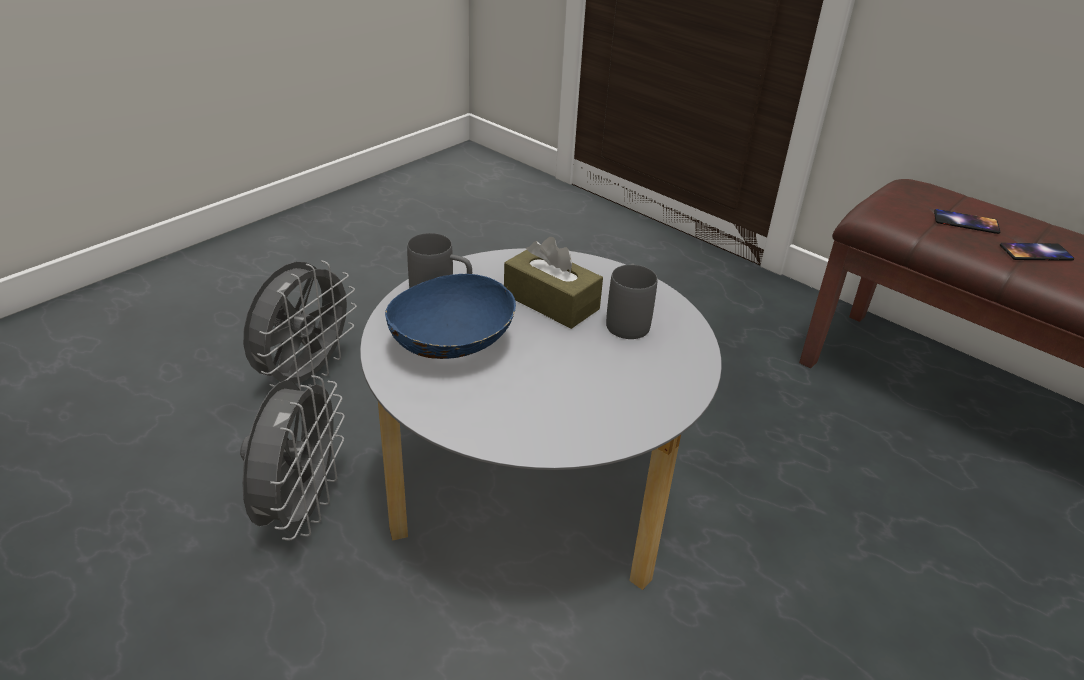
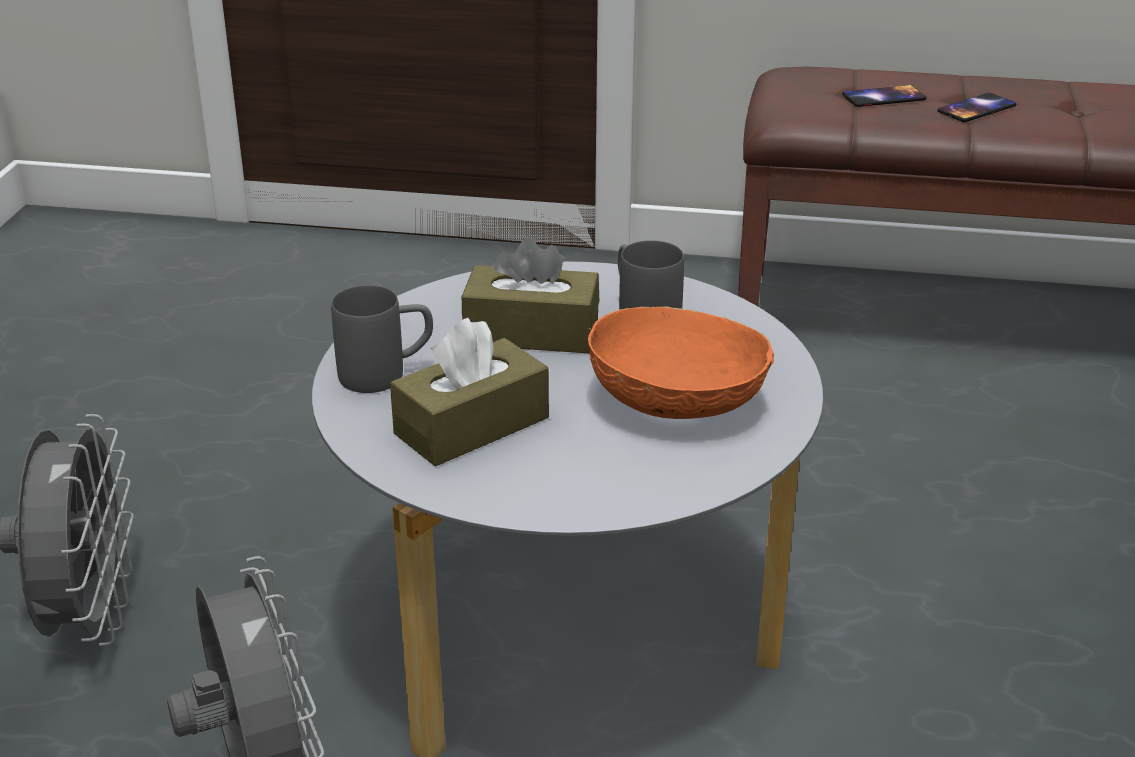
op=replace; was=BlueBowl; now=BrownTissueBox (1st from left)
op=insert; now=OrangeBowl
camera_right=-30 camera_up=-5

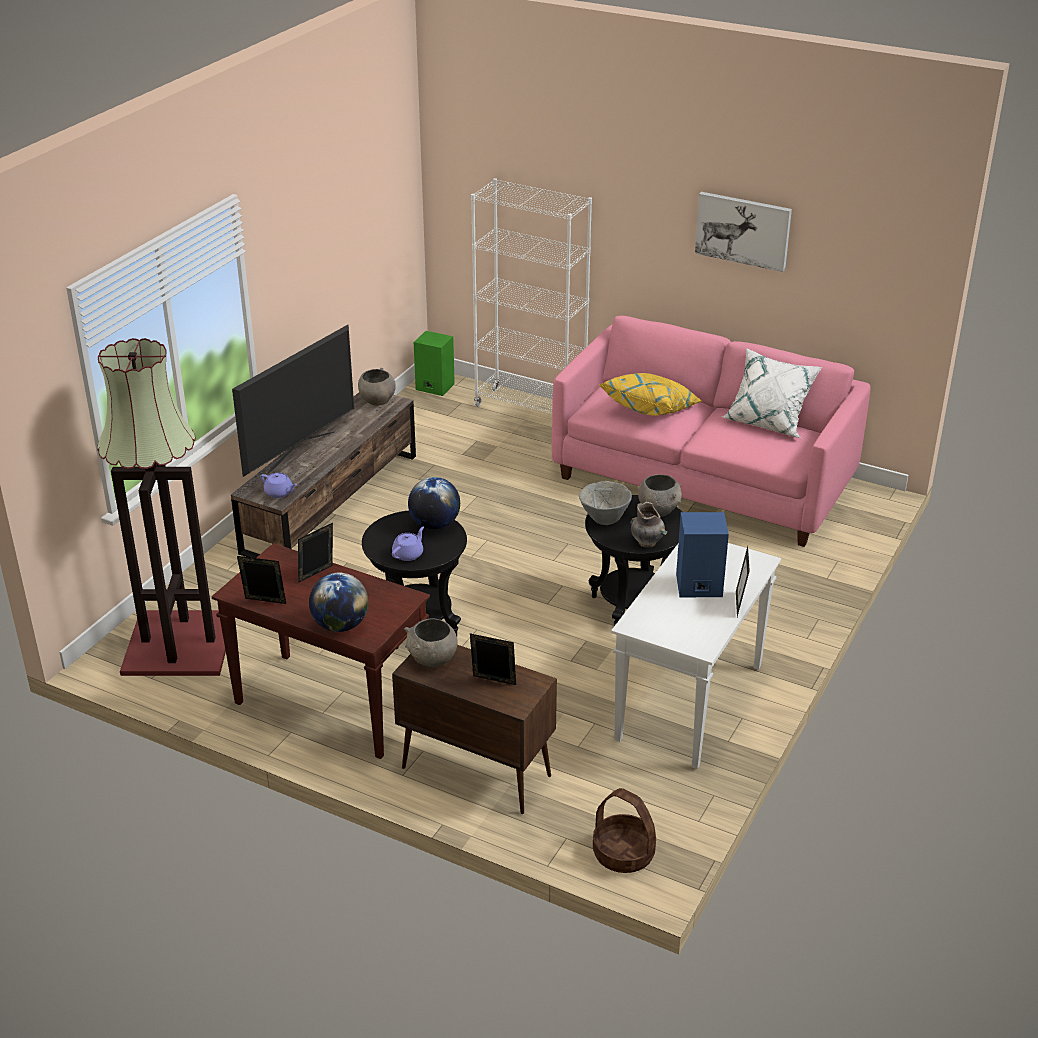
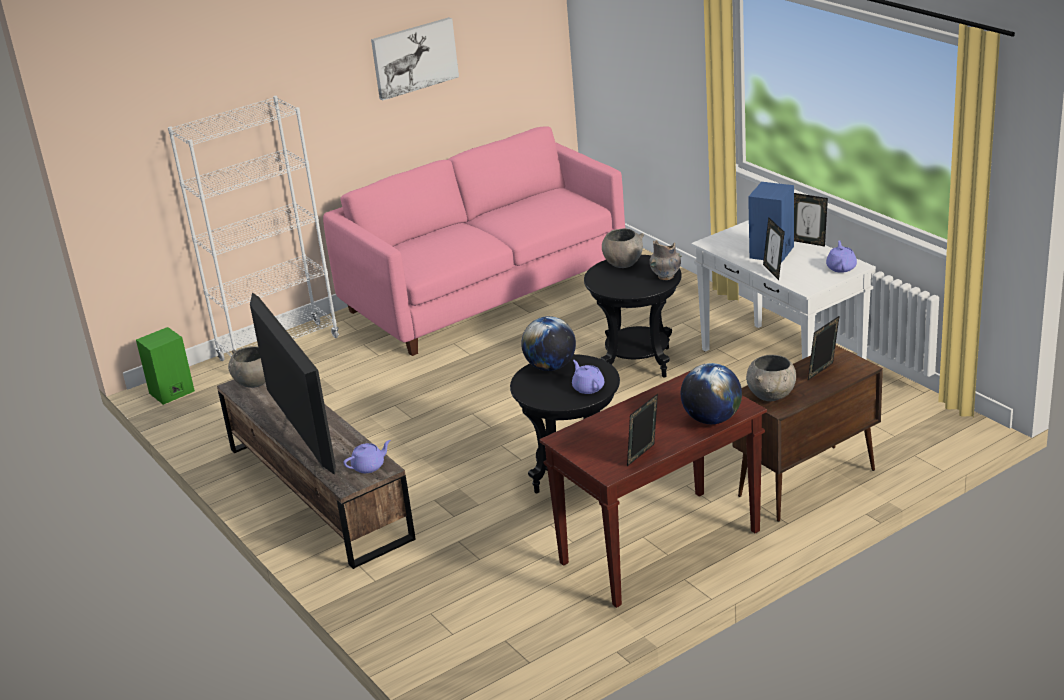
op=delete; was=FloorLamp
op=move; was=PictureFrame (2nd from left)
op=delete; was=GreyBowl (3rd from left)
op=delete; was=Basket
op=delete; was=YellowPillow
op=delete; was=WhitePillow
op=insert; now=PurpleTeapot (3rd from left)
camera_right=-60 camera_up=-5

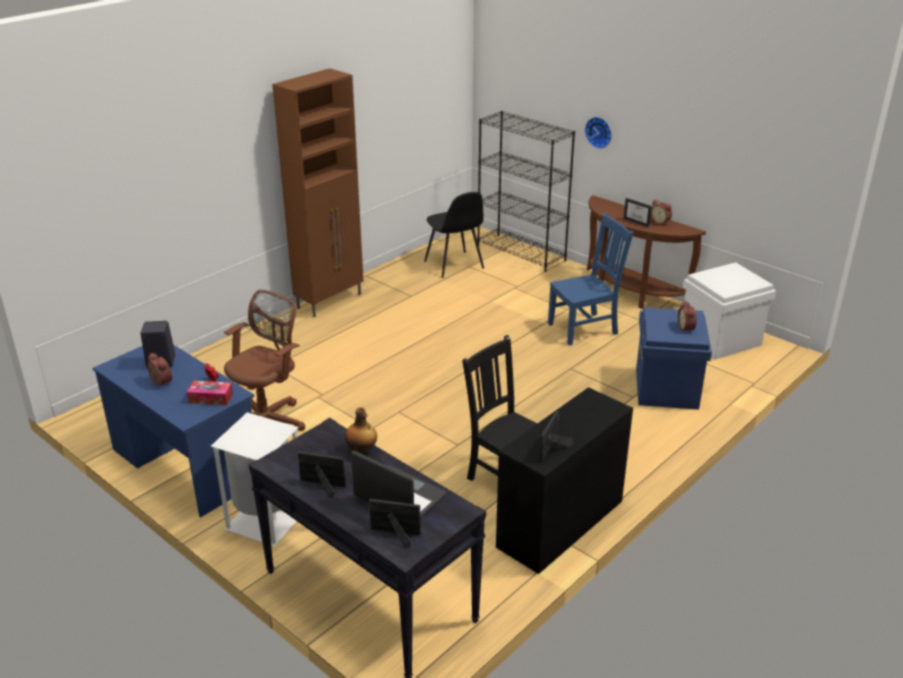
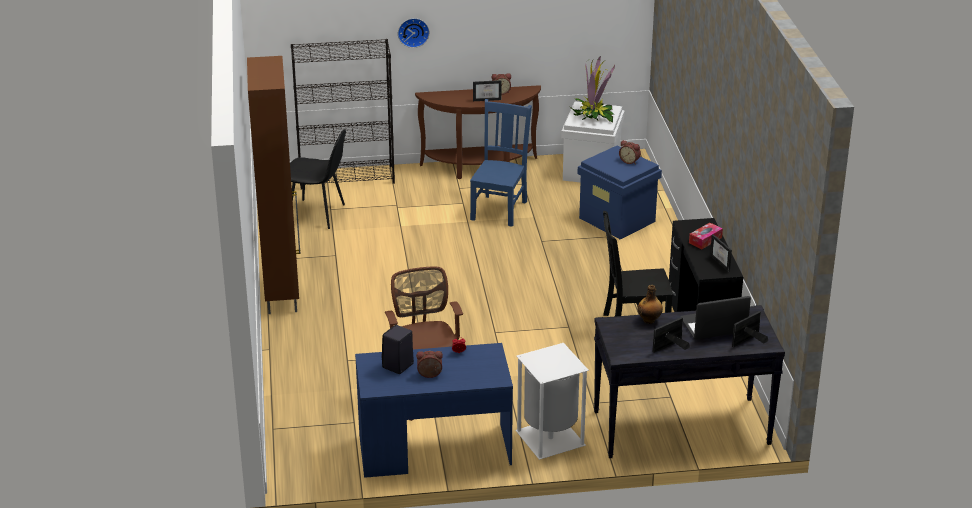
op=move; was=TissueBox
op=insert; now=PottedPlant
camera_right=-50 camera_up=0

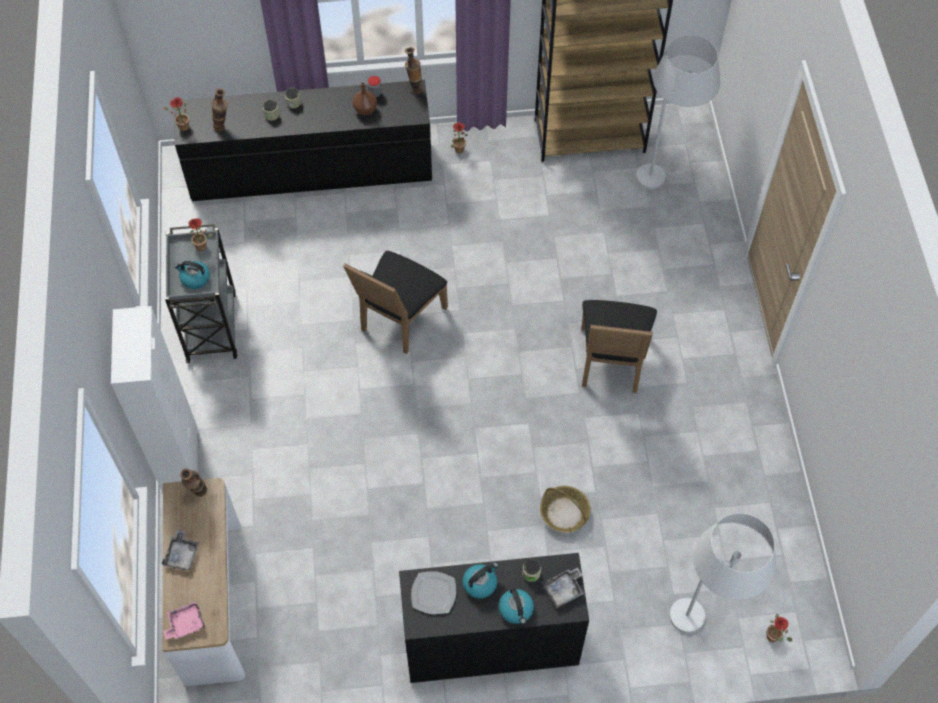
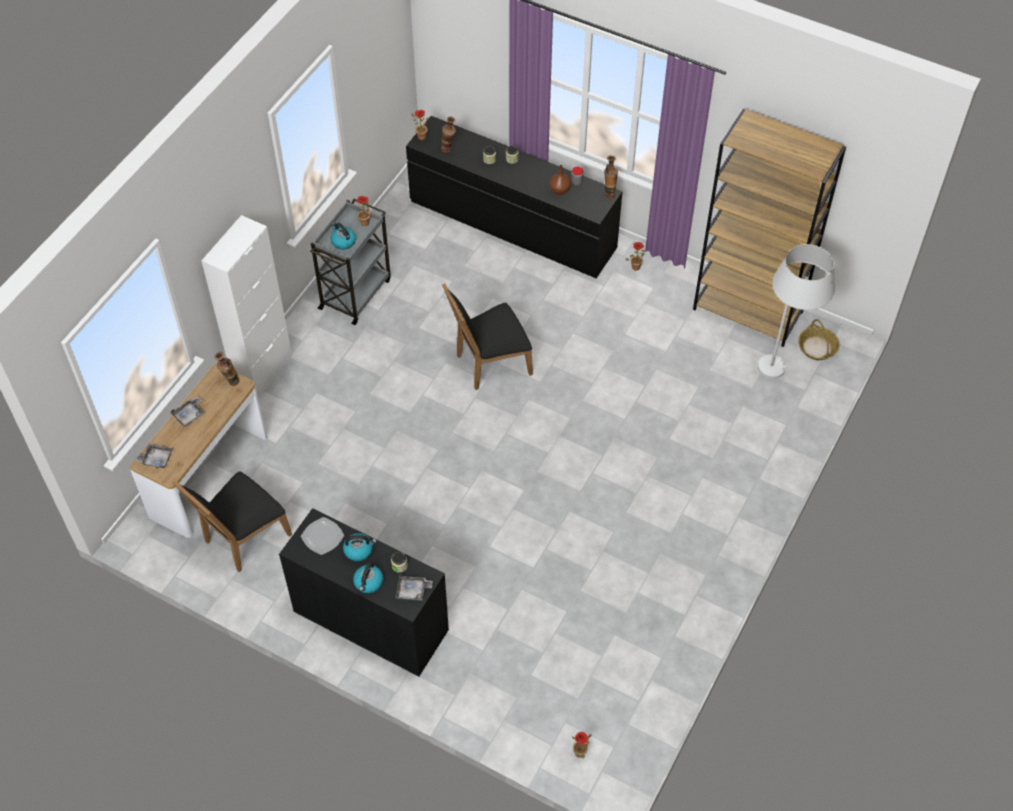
op=recolor; was=PinkTray; now=GreyTray (1st from left)
op=move; was=Basket
op=move; was=BlackChair (2nd from left in the first image); now=BlackChair (1st from left)
op=delete; was=WhiteFloorLamp (2nd from left)
camera_right=35 camera_up=-5

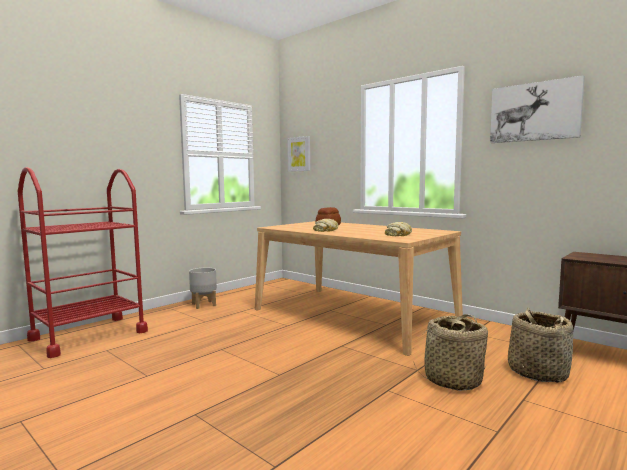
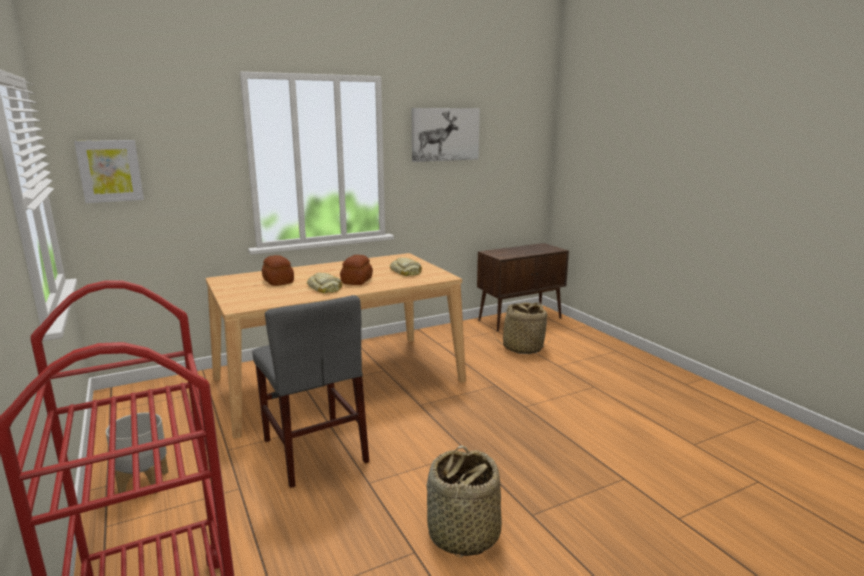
op=move; was=Basket (1st from left)
op=insert; now=GreyChair
op=insert; now=Bread (3rd from left)
camera_right=-70 camera_up=10

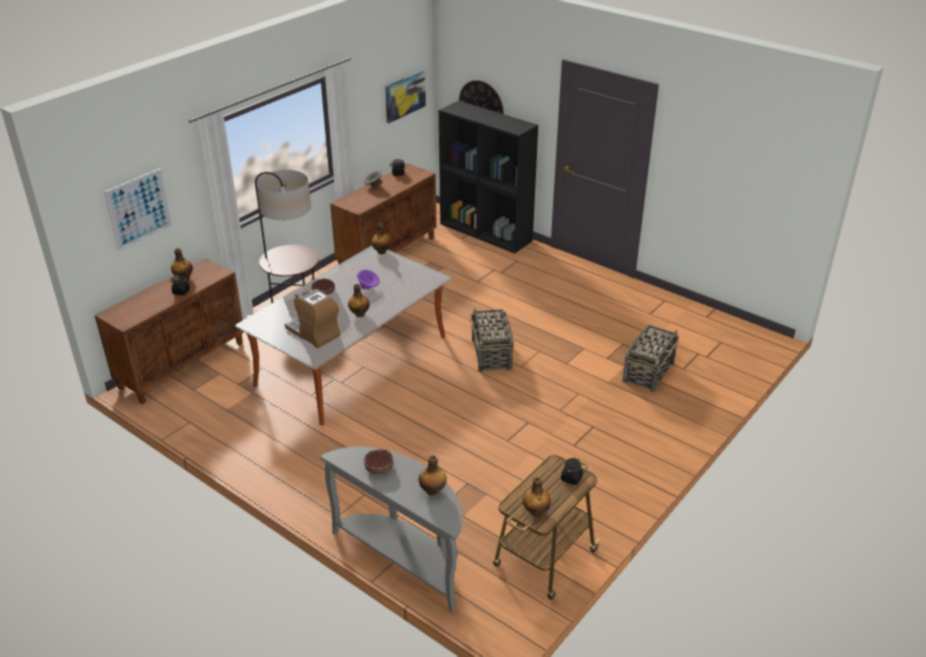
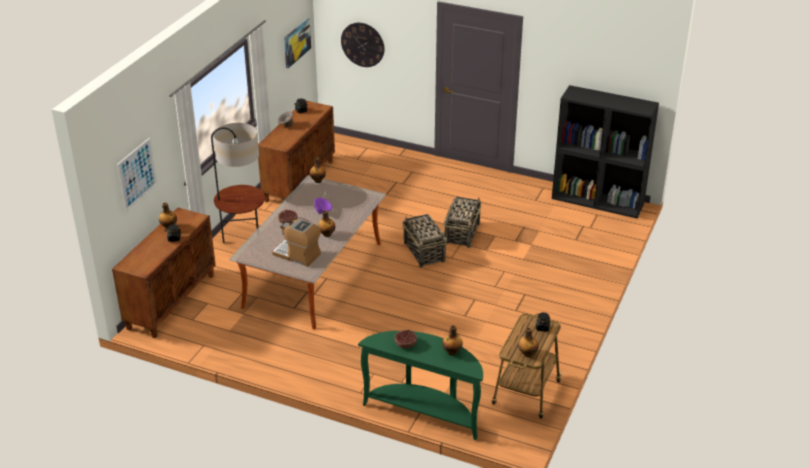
op=recolor; was=GreyConsoleTable; now=GreenConsoleTable
op=move; was=BlackBookcase
op=move; was=Basket (2nd from left)
camera_right=-15 camera_up=0

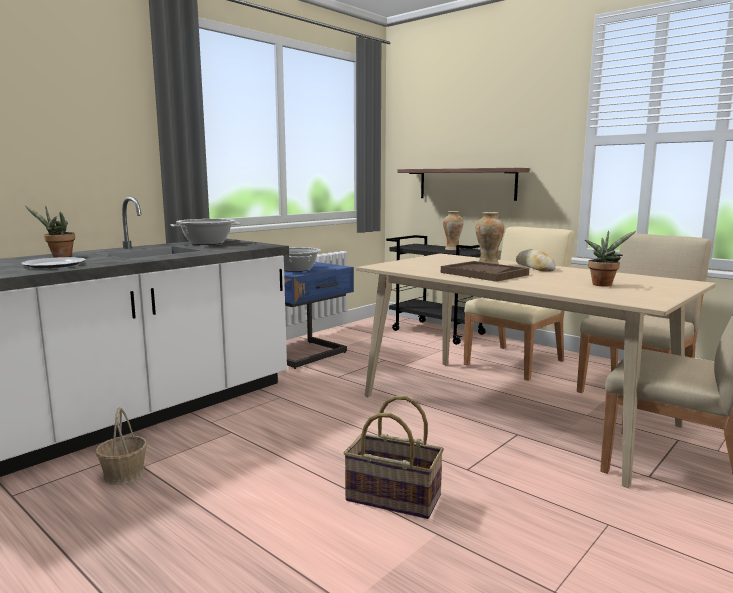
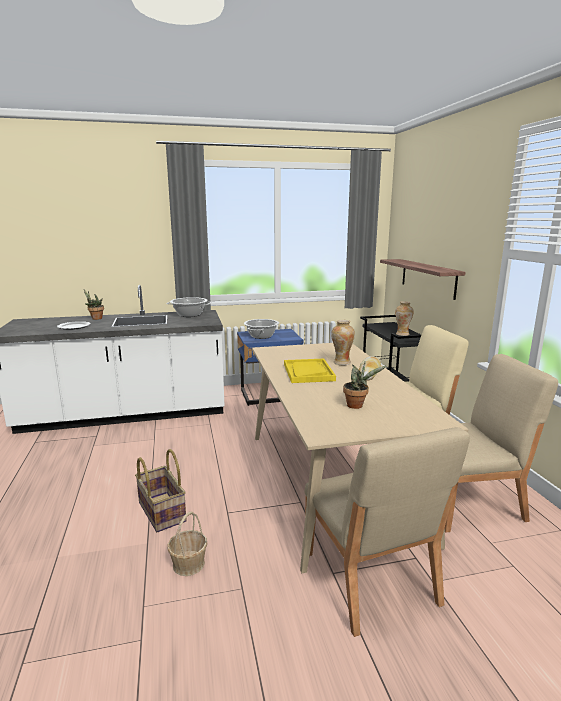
op=move; was=Basket (1st from left in the first image); now=Basket (2nd from left)
op=recolor; was=BrownTray; now=YellowTray
camera_right=35 camera_up=5

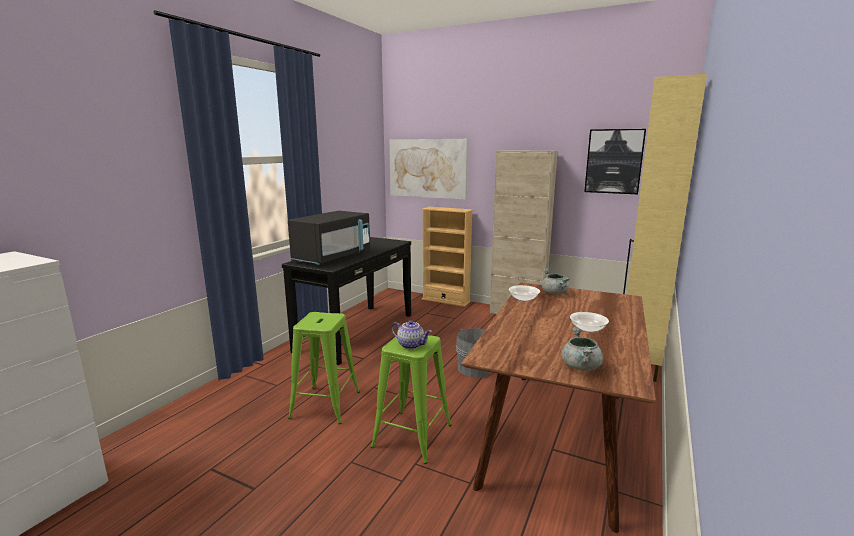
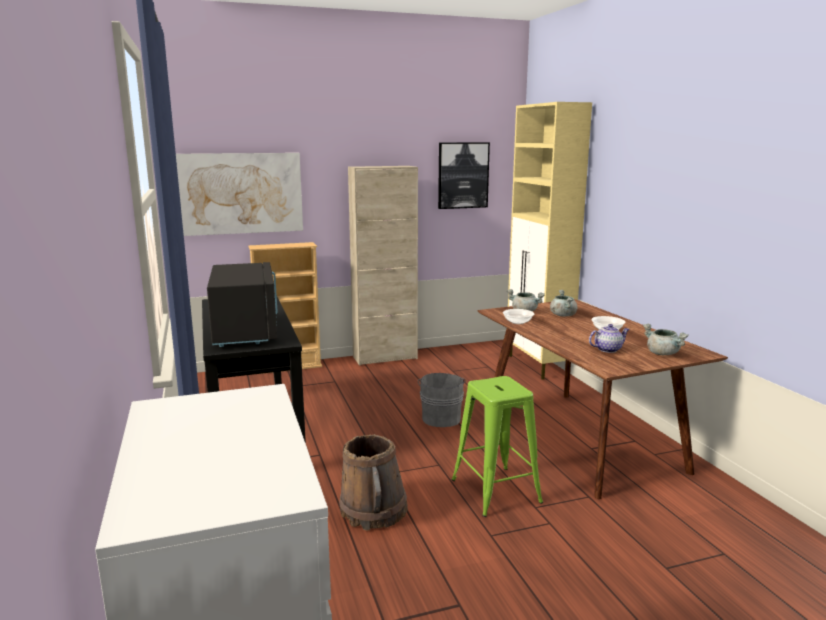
op=replace; was=GreenStool (1st from left); now=BrownBucket
op=move; was=Teapot
op=insert; now=GreyCookingPot (2nd from left)
camera_right=-45 camera_up=0

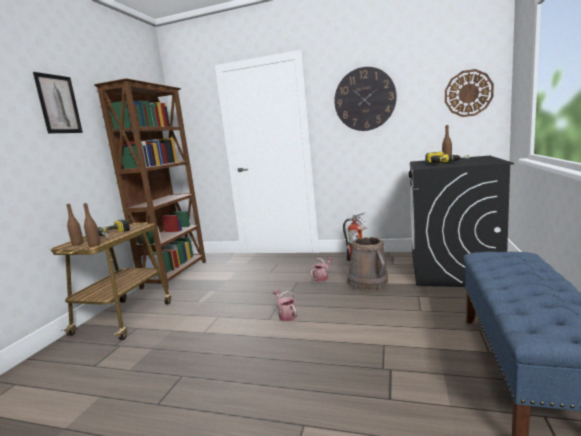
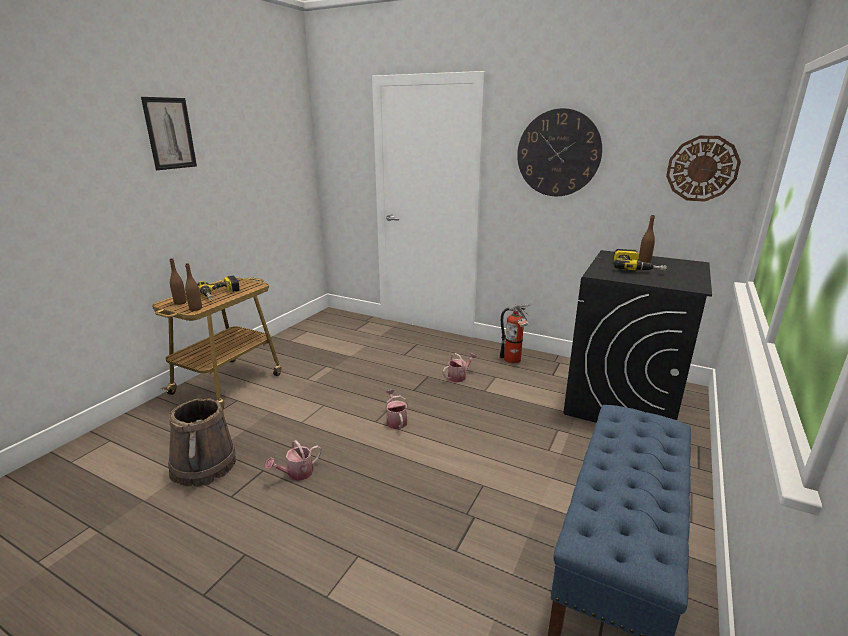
op=delete; was=BrownBookcase
op=move; was=BrownBucket
op=insert; now=WateringCan (1st from left)
camera_right=10 camera_up=10

